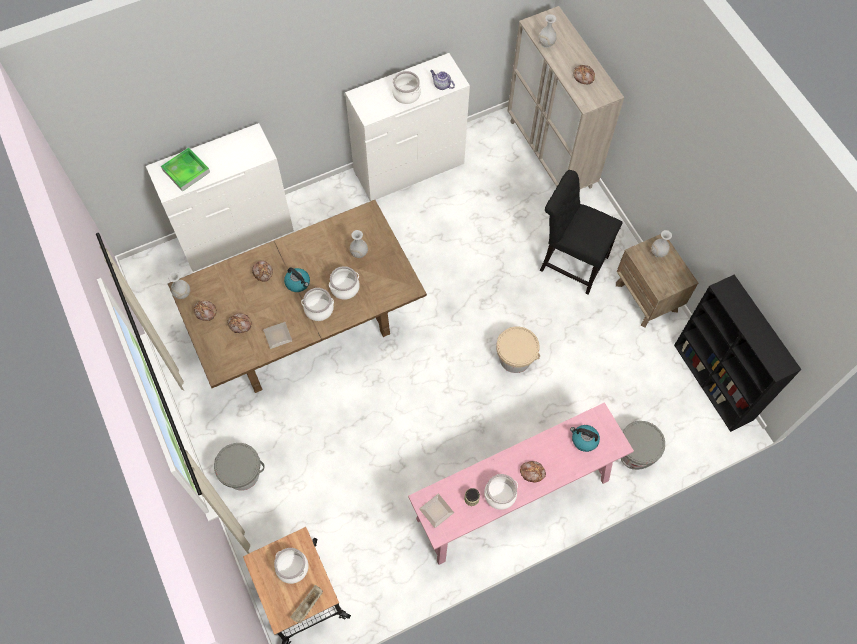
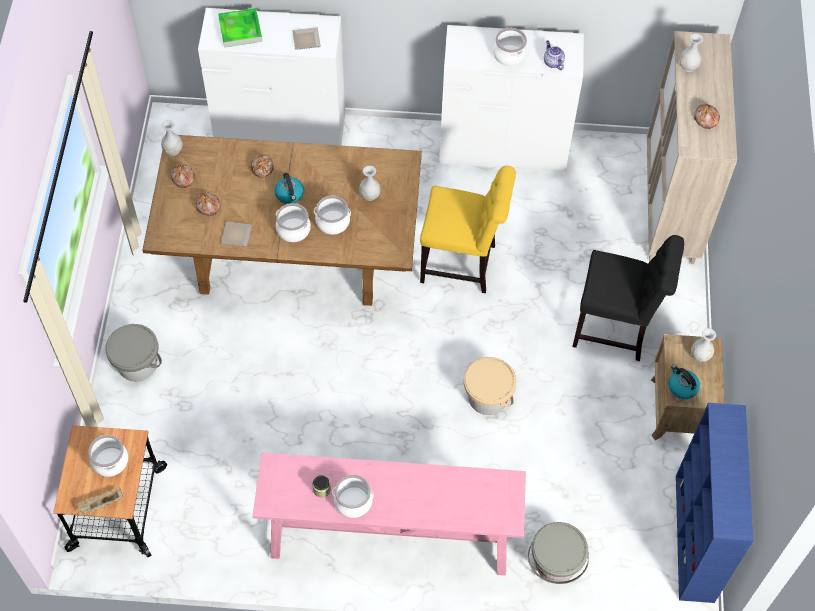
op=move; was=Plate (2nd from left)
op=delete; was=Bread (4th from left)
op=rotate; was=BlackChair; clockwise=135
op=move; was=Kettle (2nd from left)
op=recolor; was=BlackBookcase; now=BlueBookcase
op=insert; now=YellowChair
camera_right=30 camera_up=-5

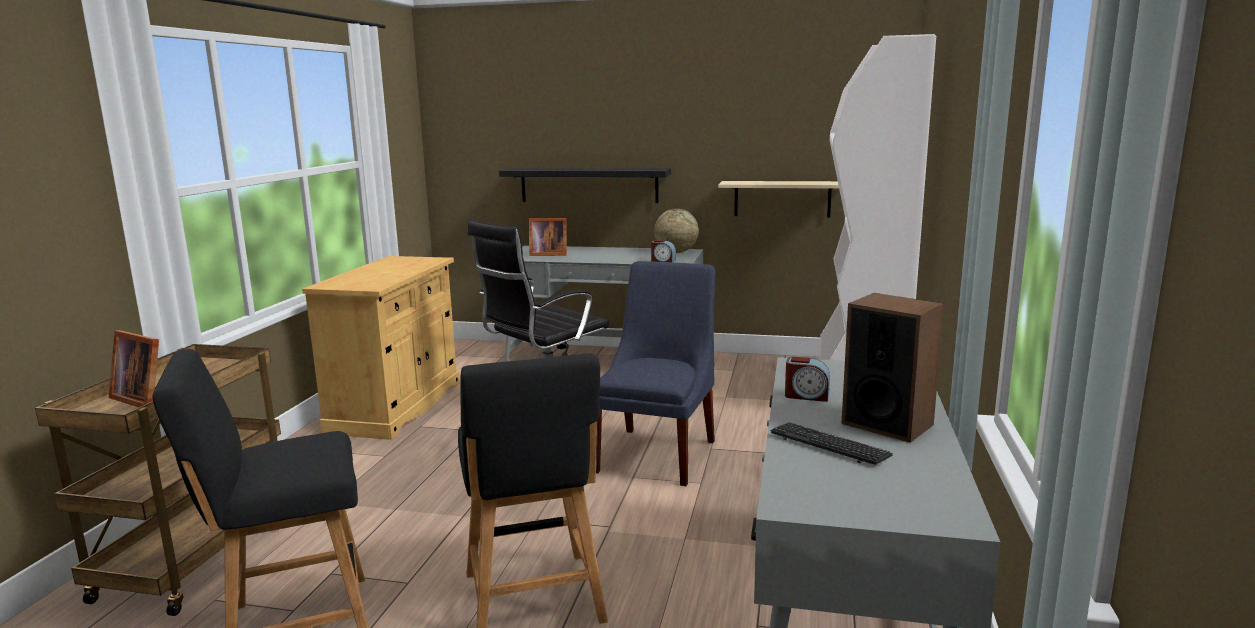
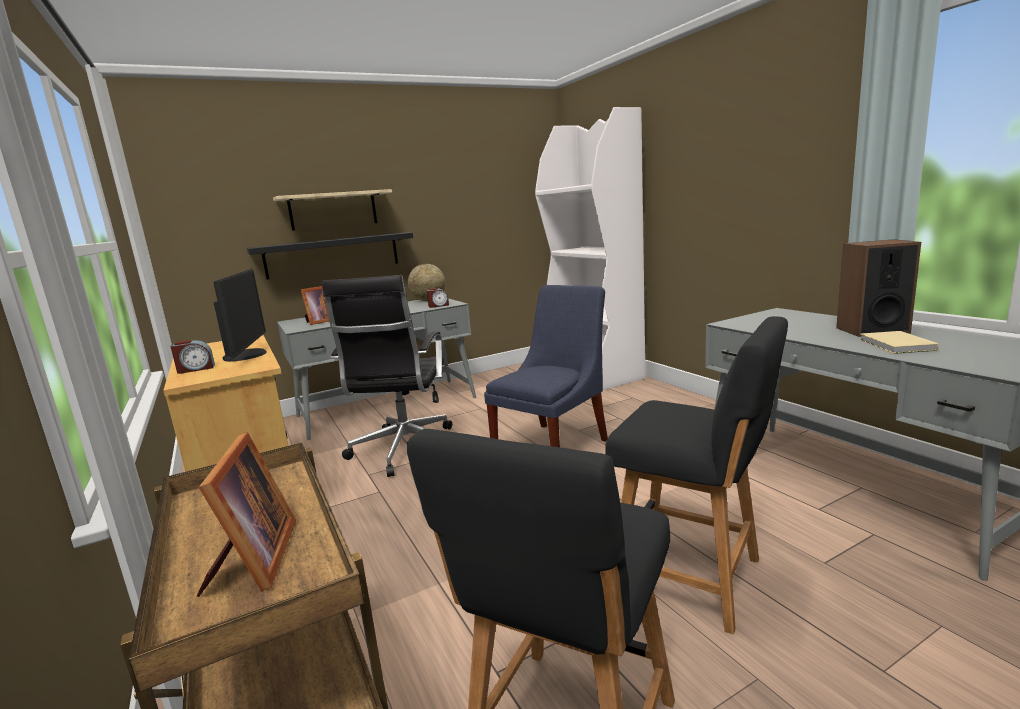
op=rotate; was=PictureFrame (1st from left); clockwise=-90
op=rotate; was=BlueChair; clockwise=60
op=move; was=BeigeShelf
op=replace; was=Keyboard; now=BeigeBook
op=move; was=AlarmClock (2nd from left in the first image); now=AlarmClock (1st from left)
op=insert; now=Monitor
camera_right=-40 camera_up=0

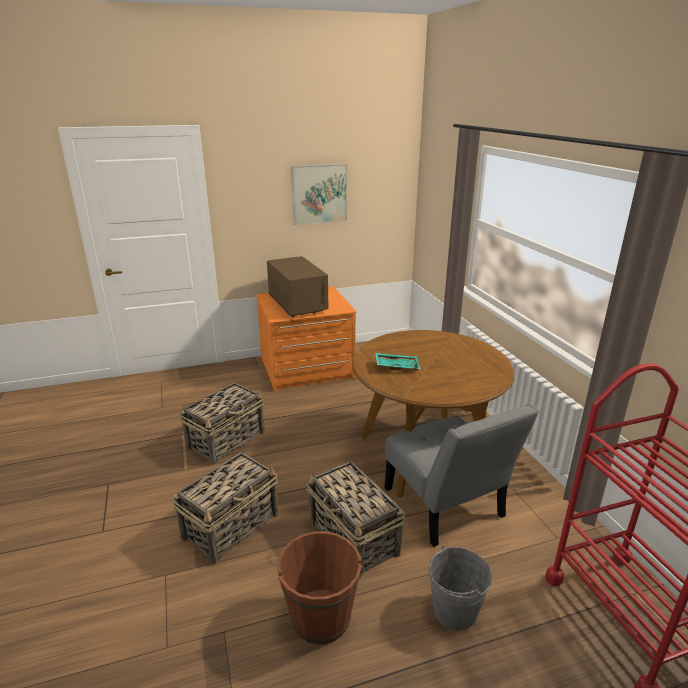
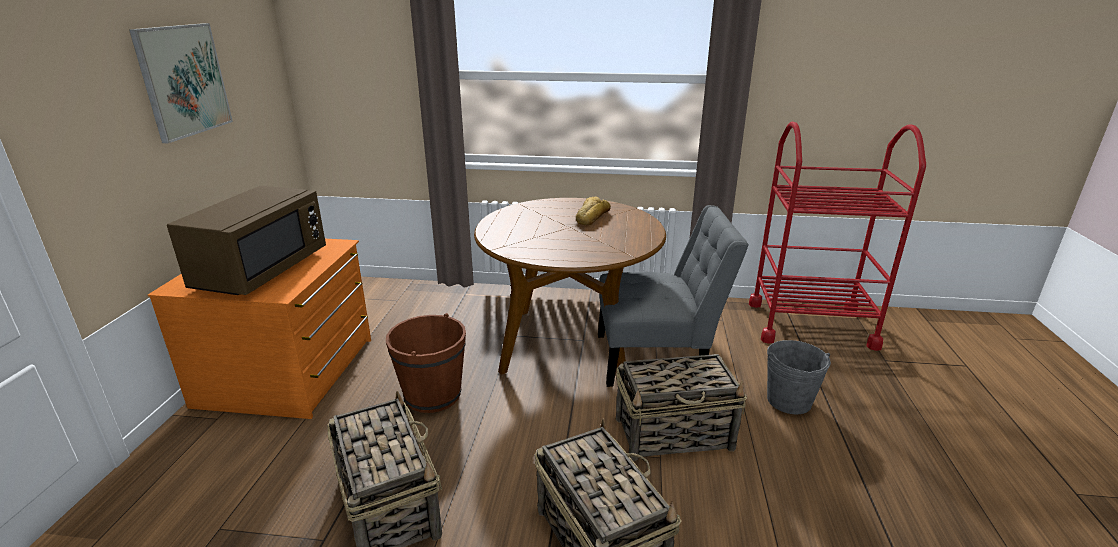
op=rotate; was=BrownMicrowave; clockwise=105
op=move; was=BrownBucket
op=delete; was=TurquoiseTray
op=insert; now=Bread
camera_right=-65 camera_up=0

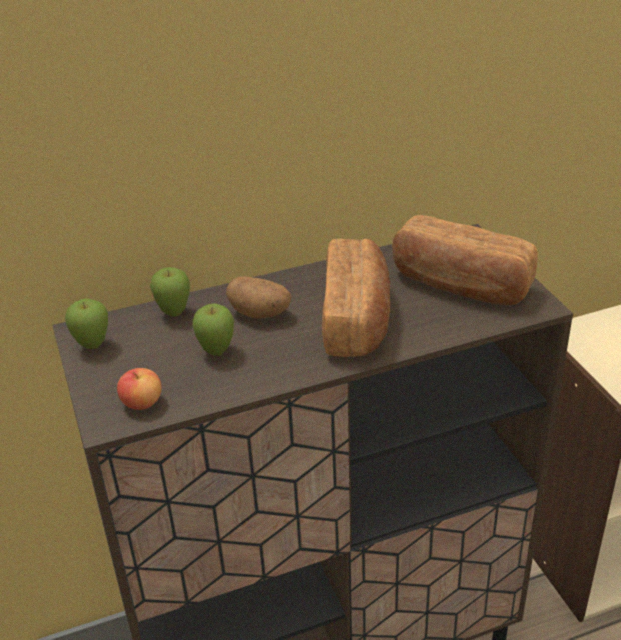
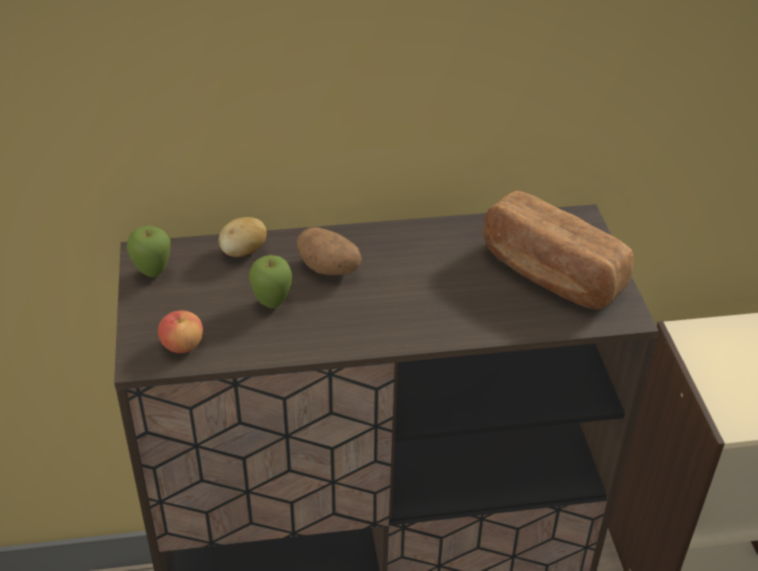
op=replace; was=Apple (3rd from left); now=Potato (1st from left)
op=delete; was=Bread (1st from left)
camera_right=10 camera_up=5

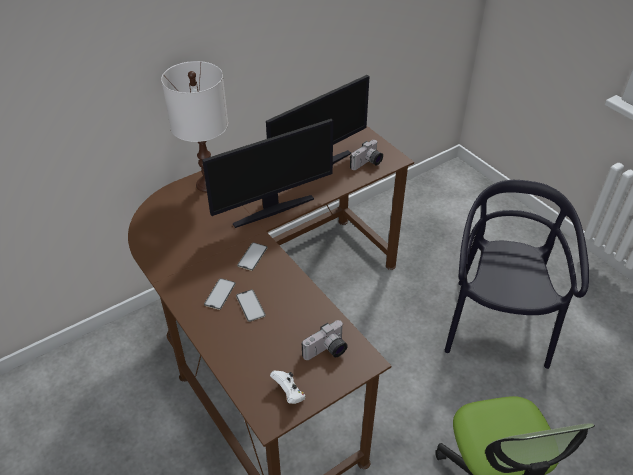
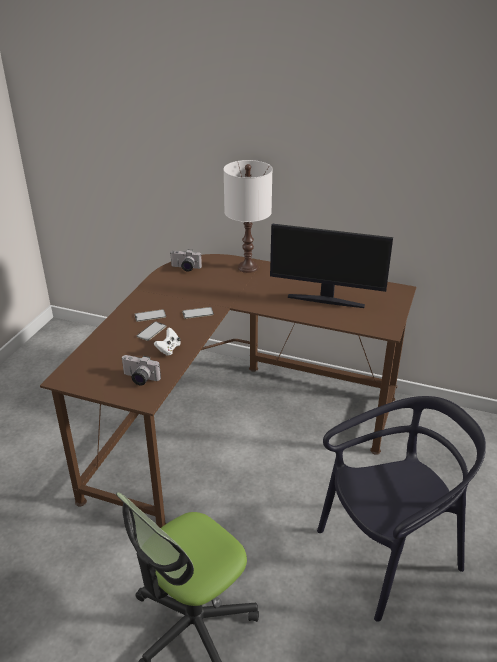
op=delete; was=Monitor (1st from left)
op=move; was=WhiteGameController
op=move; was=PhotoCamera (2nd from left)
camera_right=55 camera_up=-10

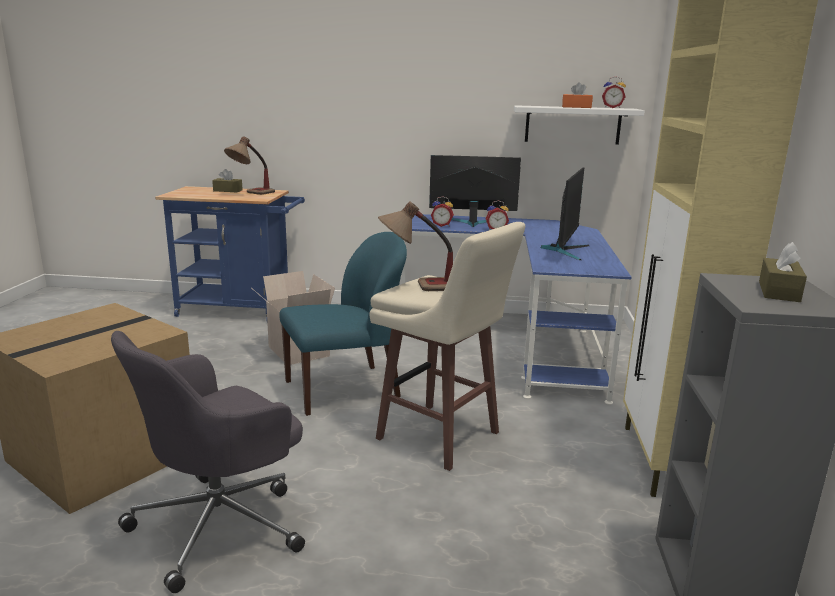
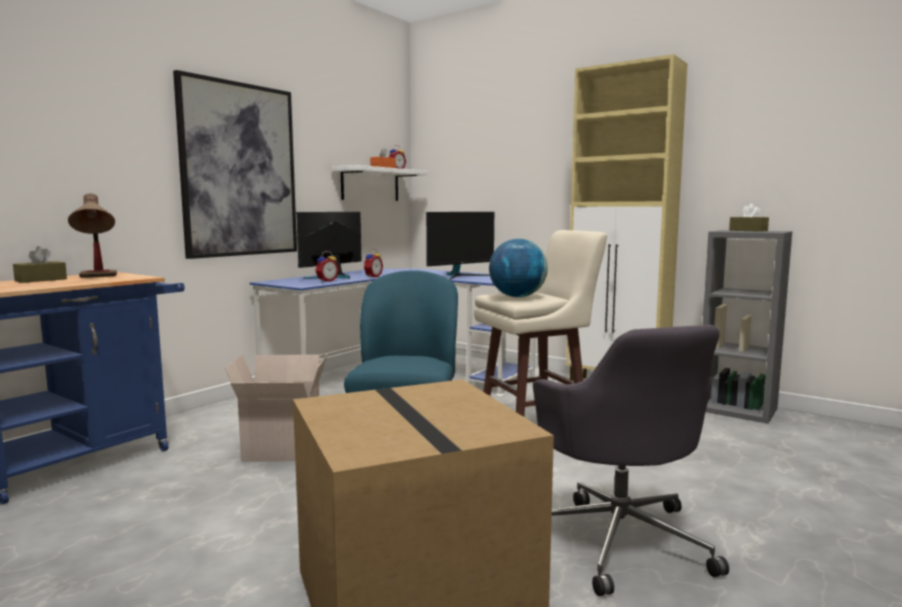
op=replace; was=TableLamp (2nd from left); now=Globe
op=rotate; was=Monitor (2nd from left); clockwise=90
op=insert; now=Picture
camera_right=-60 camera_up=-10

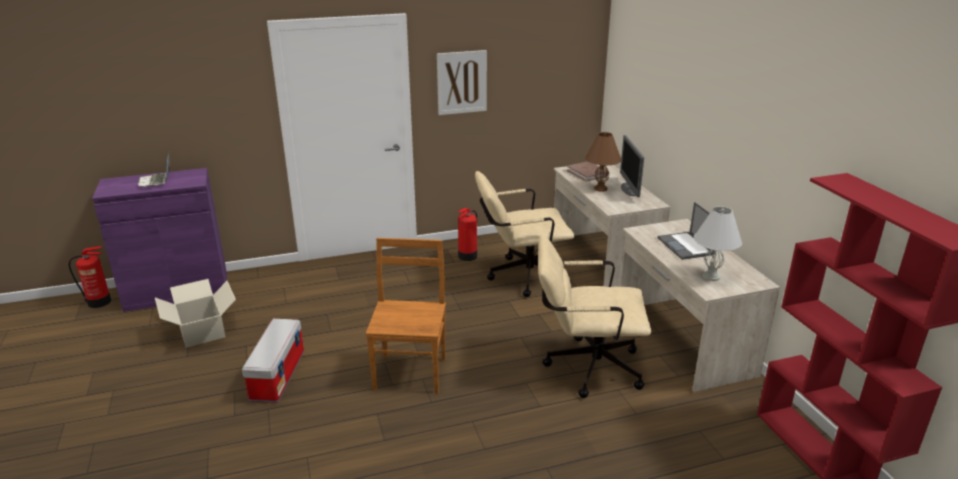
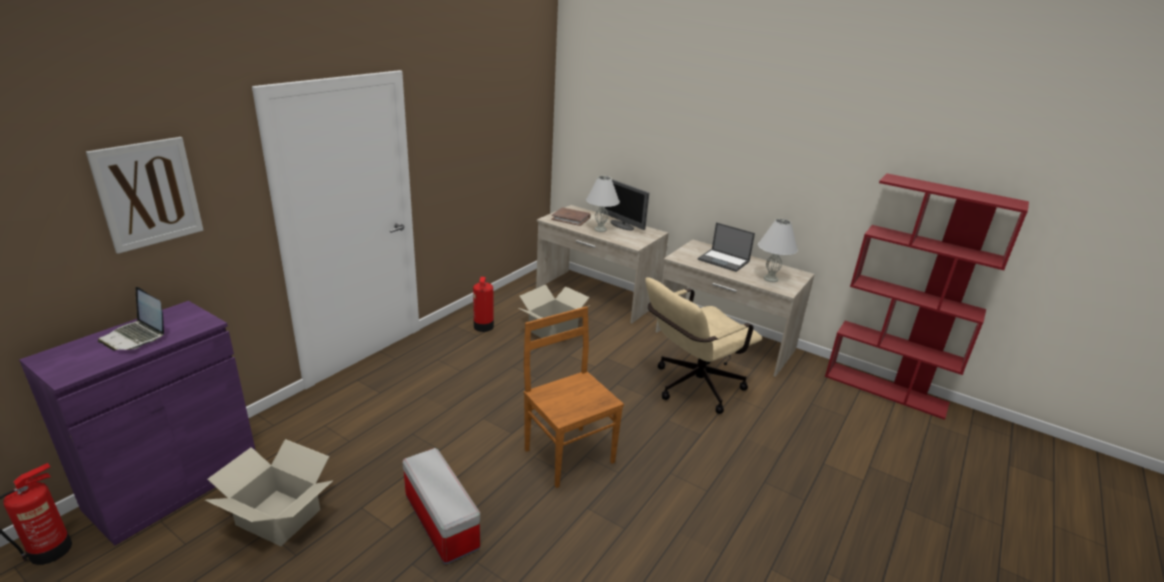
op=move; was=Picture
op=replace; was=BeigeOfficeChair (1st from left); now=CardboardBox (2nd from left)
op=recolor; was=BrownTableLamp; now=WhiteTableLamp (1st from left)
camera_right=-40 camera_up=0

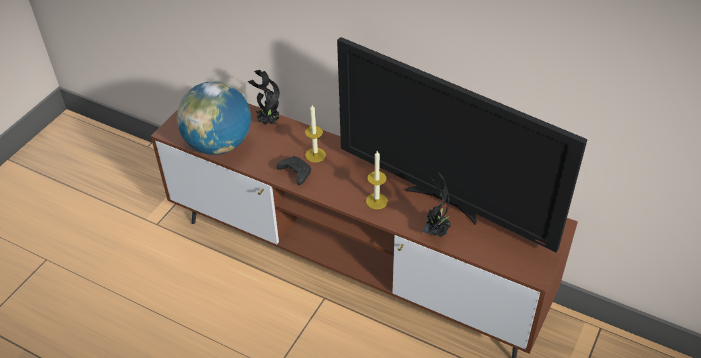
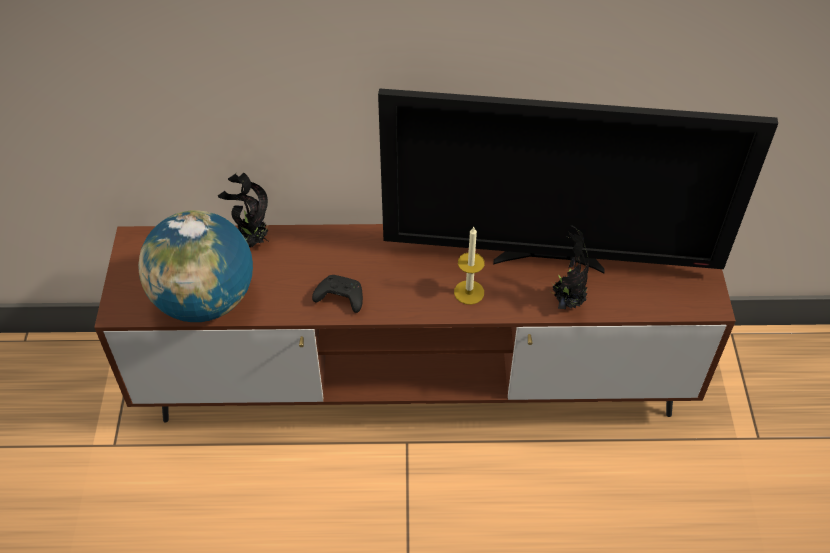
op=delete; was=Candle (1st from left)
camera_right=-30 camera_up=5

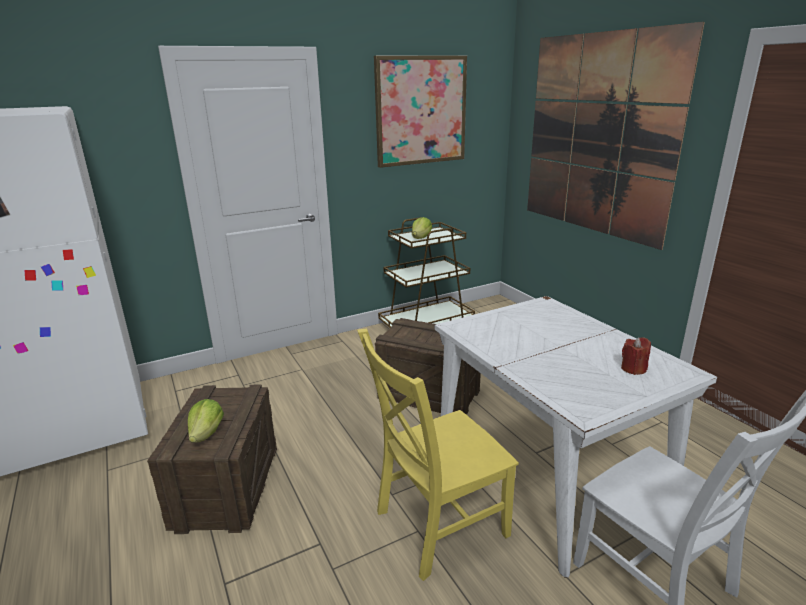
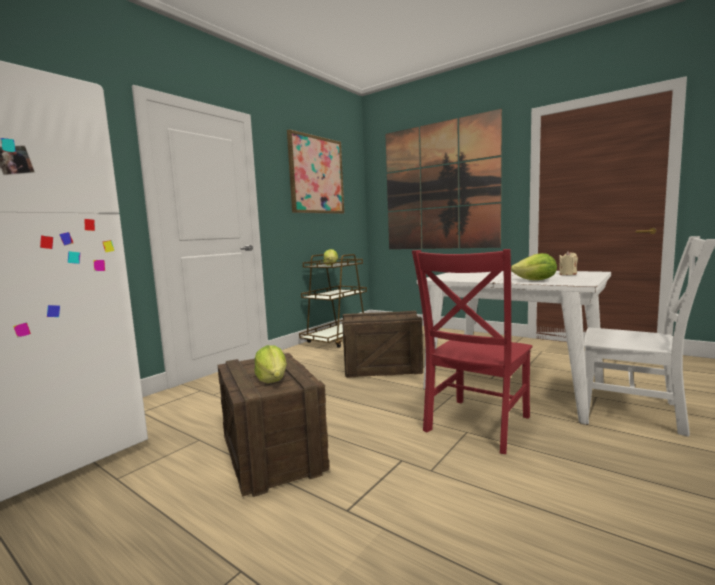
op=recolor; was=YellowChair; now=RedChair
op=recolor; was=RedCandle; now=BeigeCandle
op=insert; now=Lettuce (3rd from left)
camera_right=-25 camera_up=-15

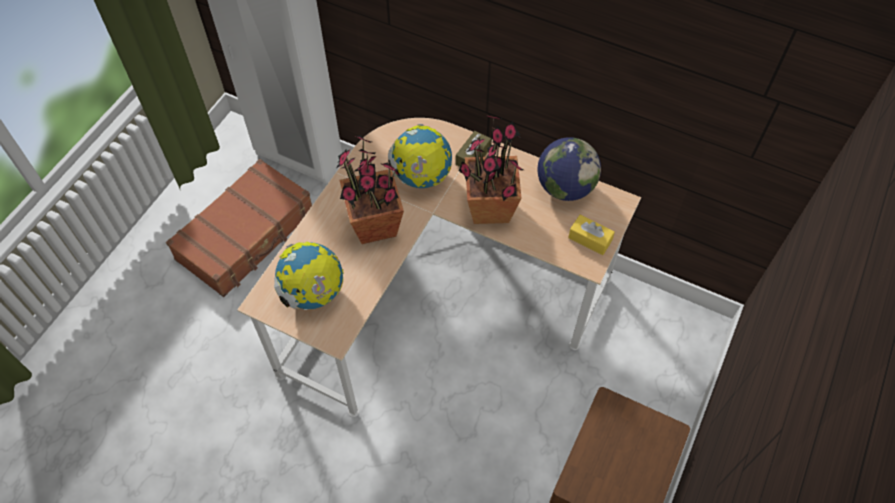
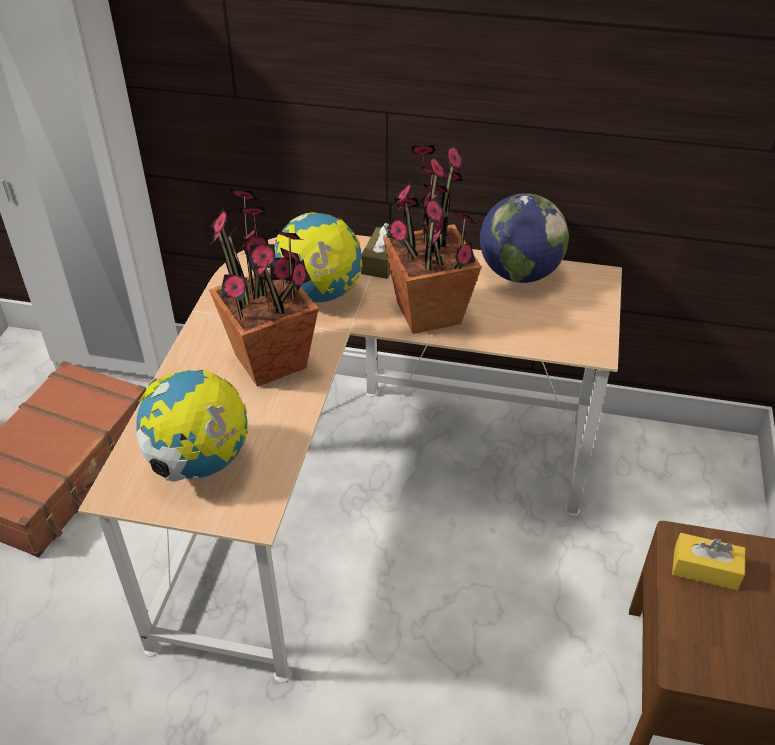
op=move; was=YellowTissueBox
camera_right=-15 camera_up=-15

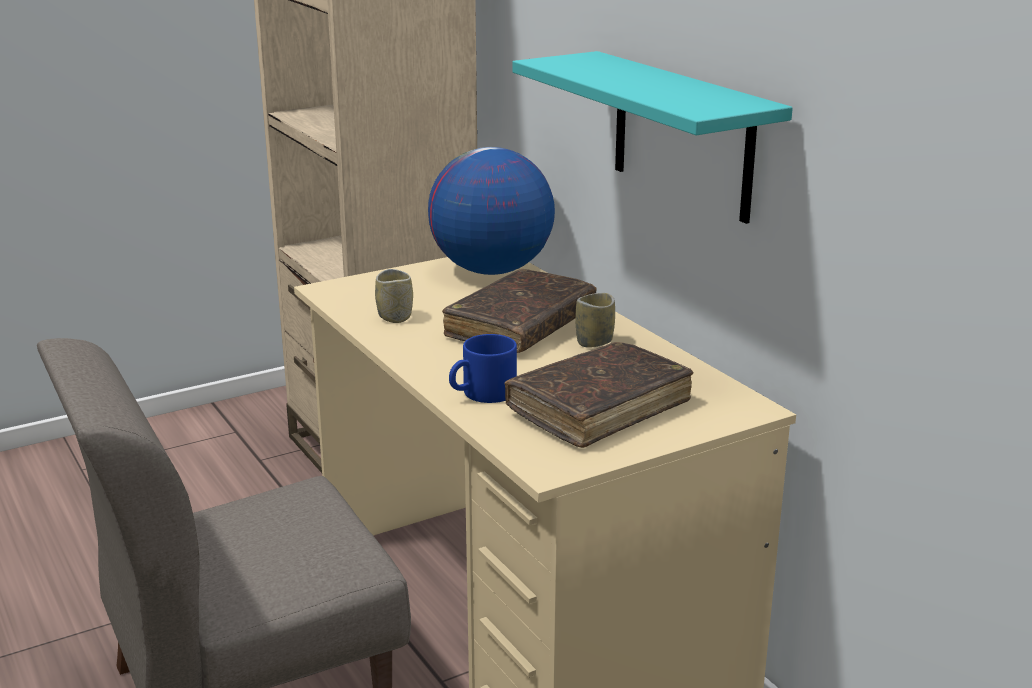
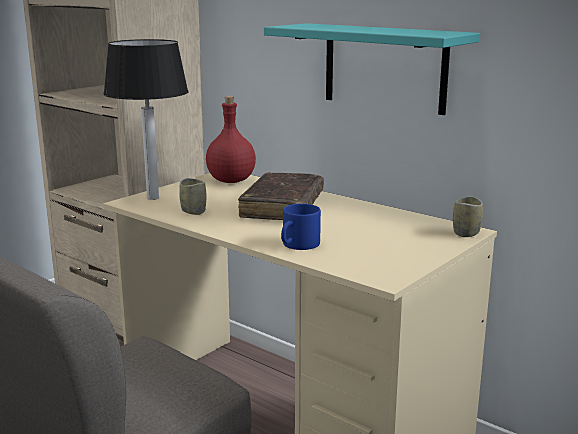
op=replace; was=Globe; now=RedBottle
op=delete; was=BrownBook (2nd from left)
op=move; was=Cup (2nd from left)
op=insert; now=TableLamp
camera_right=-20 camera_up=-5

